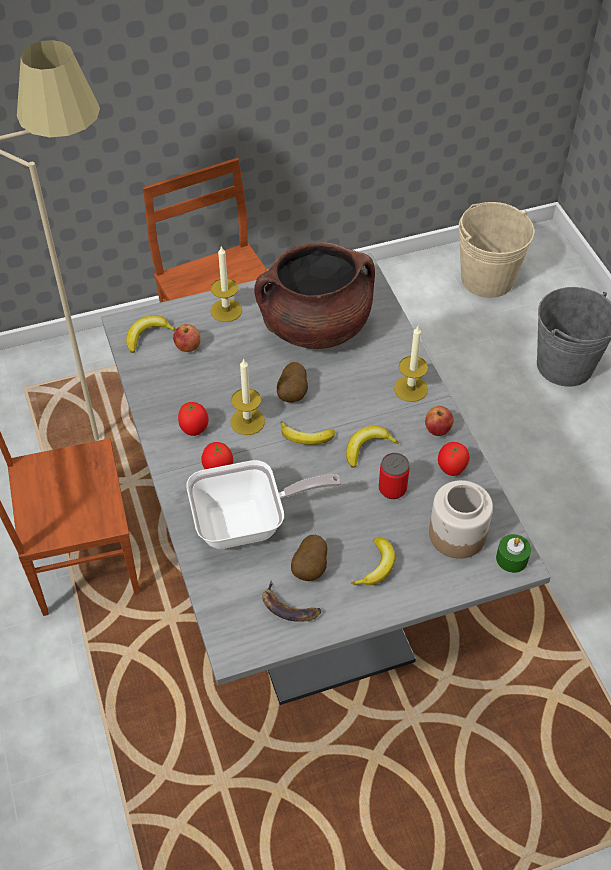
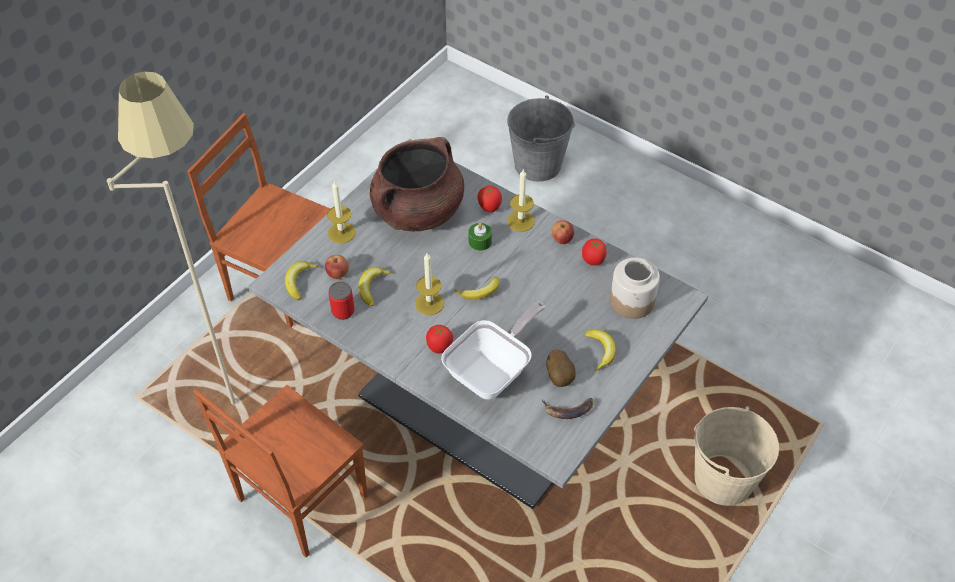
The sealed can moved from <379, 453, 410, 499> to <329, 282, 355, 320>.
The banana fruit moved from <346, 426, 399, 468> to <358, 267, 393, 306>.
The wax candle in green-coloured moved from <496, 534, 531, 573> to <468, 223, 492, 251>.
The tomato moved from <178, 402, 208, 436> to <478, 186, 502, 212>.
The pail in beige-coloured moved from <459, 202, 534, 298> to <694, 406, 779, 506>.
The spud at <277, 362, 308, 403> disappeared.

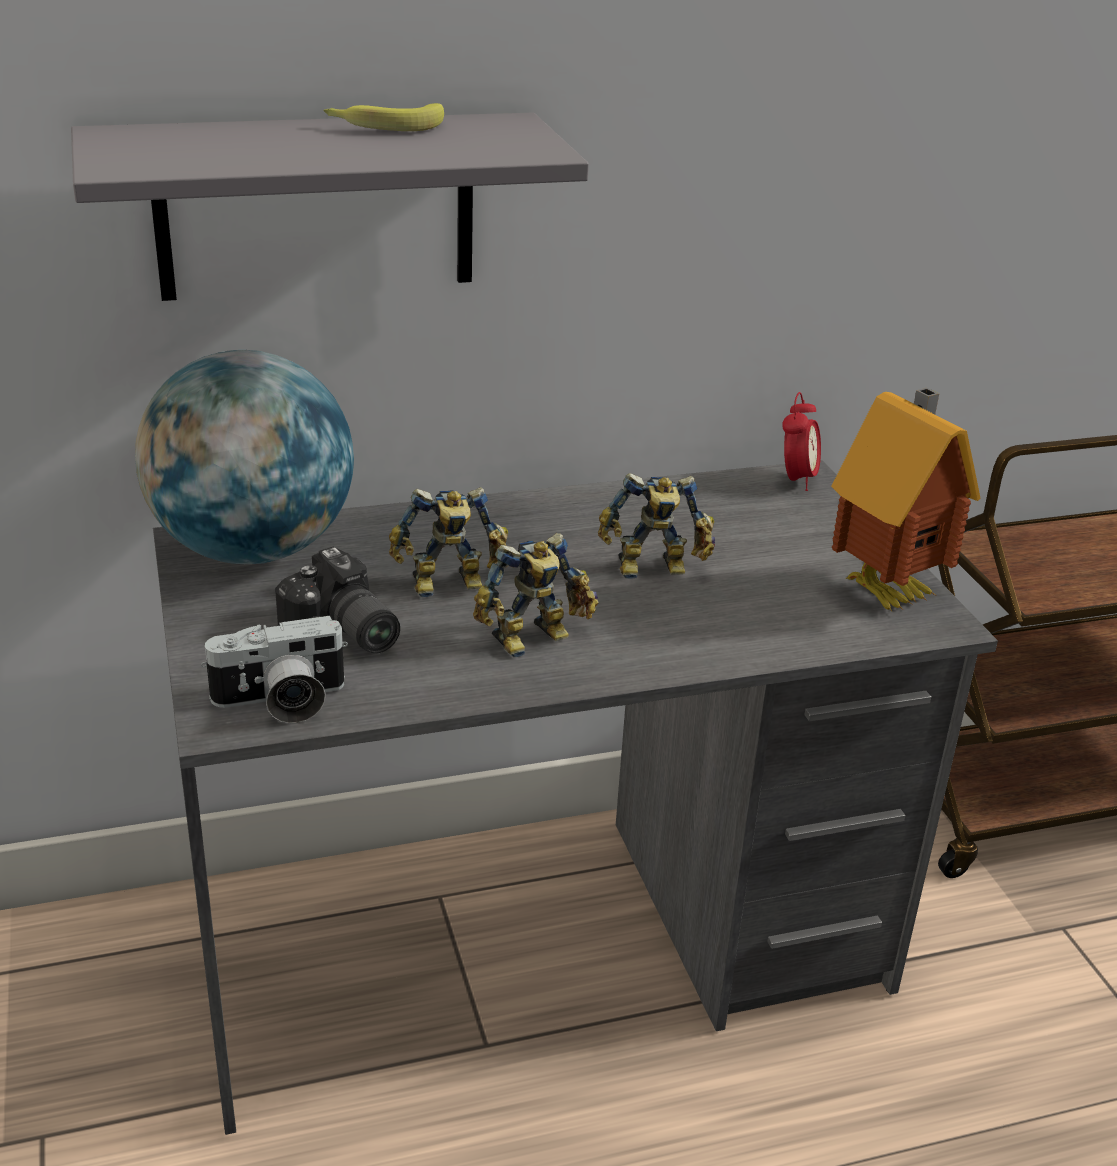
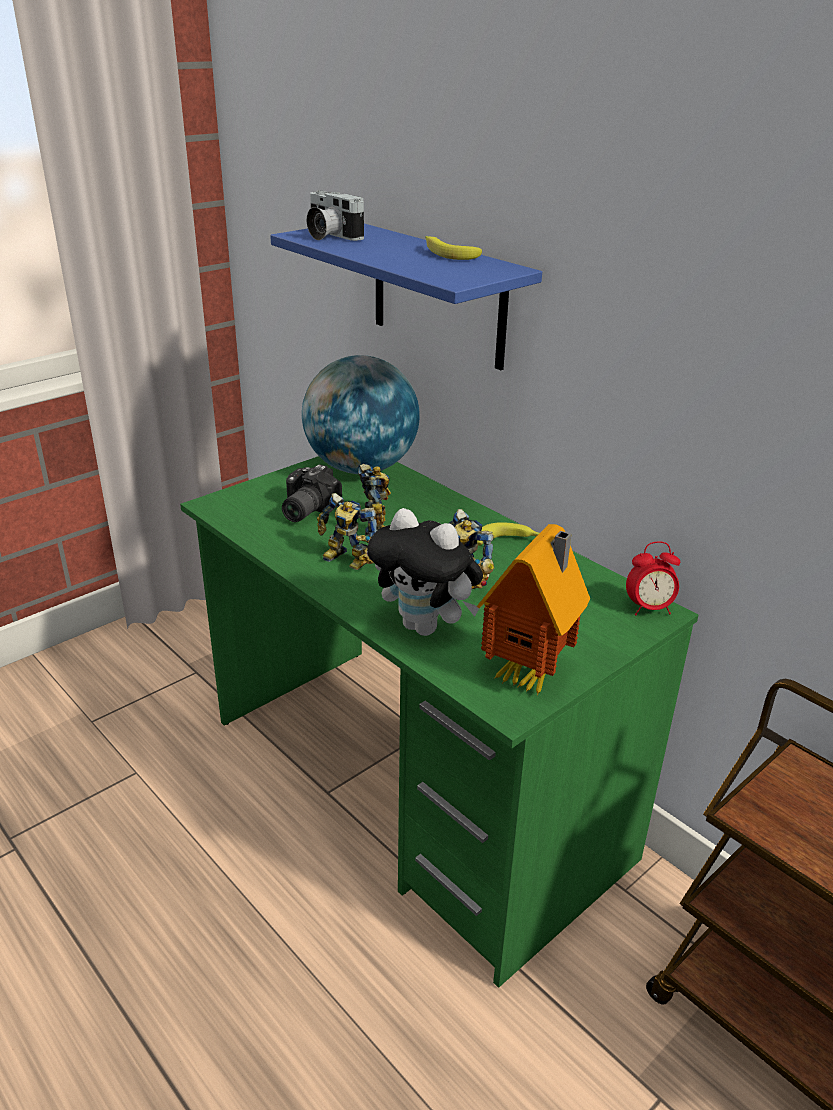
The desk unit in grey at <153, 460, 998, 1135> became the desk unit in green-coloured at <180, 456, 698, 988>.
The shelf in grey at <71, 113, 589, 301> became the shelf in bluish at <270, 224, 542, 370>.
The photo camera moved from <201, 616, 348, 723> to <306, 190, 364, 241>.
The model robot at <389, 487, 508, 597> turned 150 degrees counterclockwise.
The soft toy at <367, 508, 483, 636> appeared.
The banana fruit at <477, 522, 540, 546> appeared.

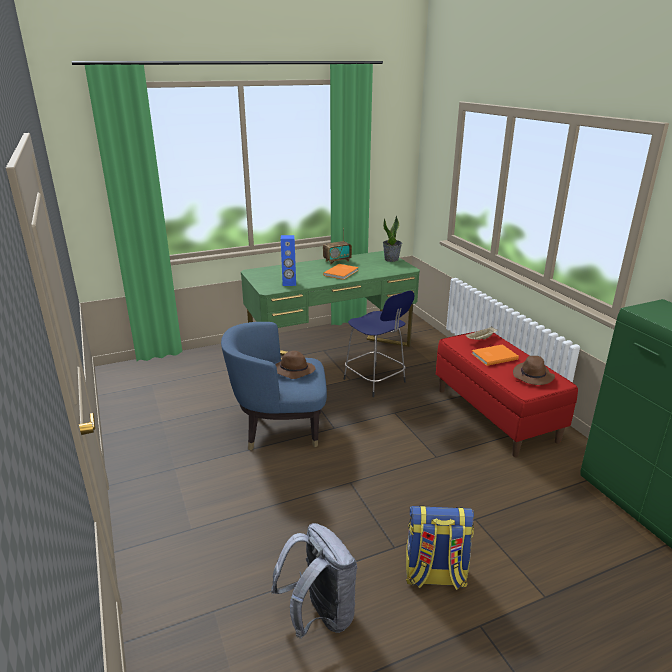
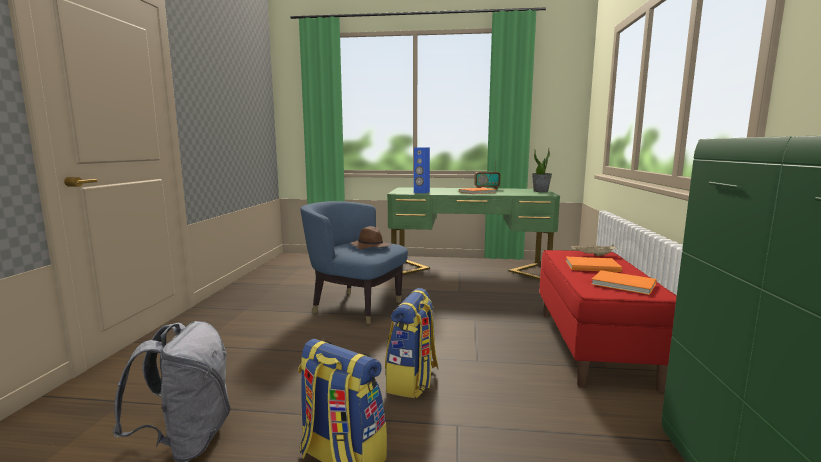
The rucksack at <385, 288, 439, 398> appeared.
The clothing hat in brown at <513, 356, 555, 385> was replaced by the volume in orange-coloured at <591, 270, 657, 295>.
The stool seat in bluish at <344, 291, 415, 397> disappeared.

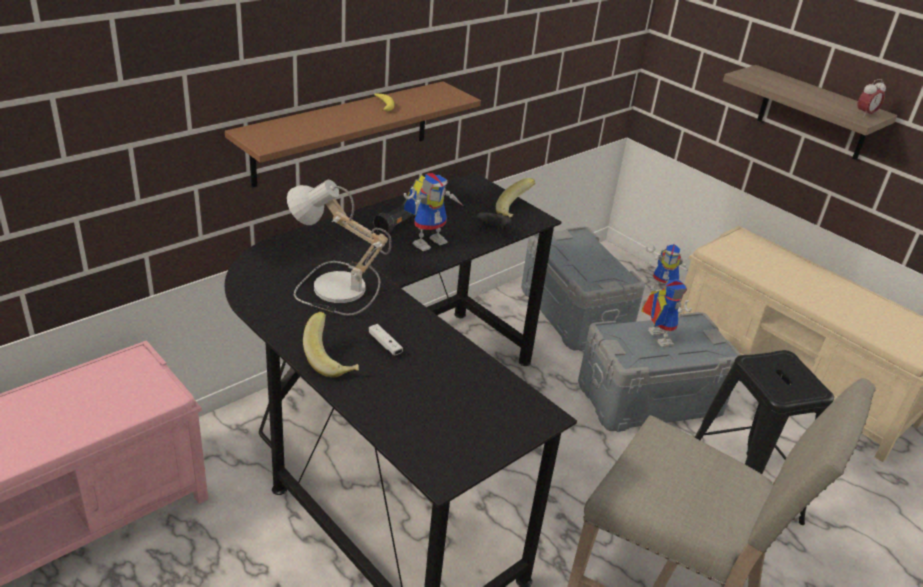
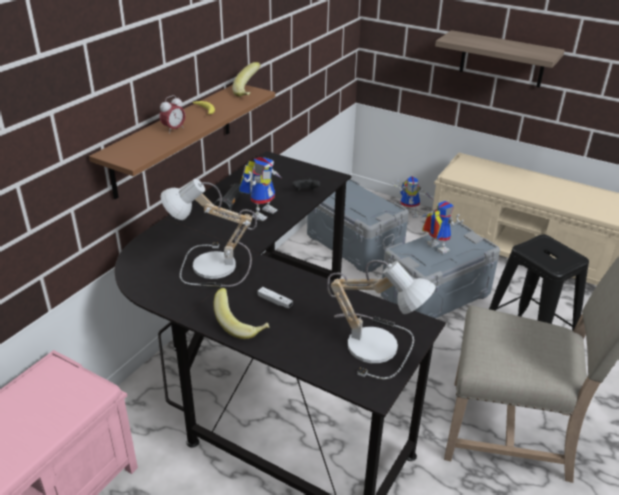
The table clock moved from <857, 79, 886, 117> to <160, 95, 185, 134>.
The banana fruit moved from <496, 178, 535, 218> to <232, 62, 261, 97>.
The tabletop lamp at <327, 260, 436, 380> appeared.

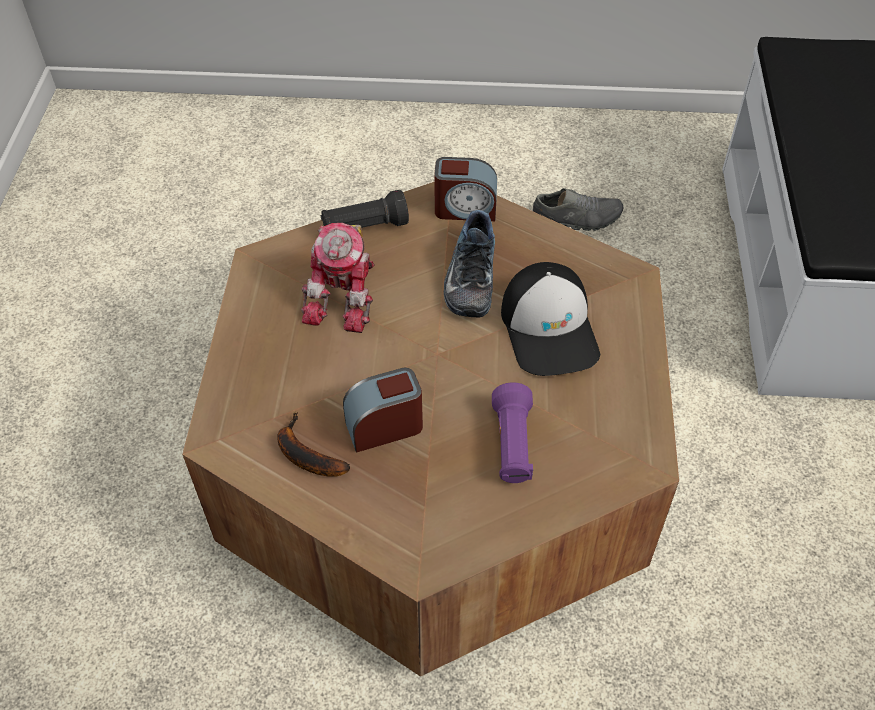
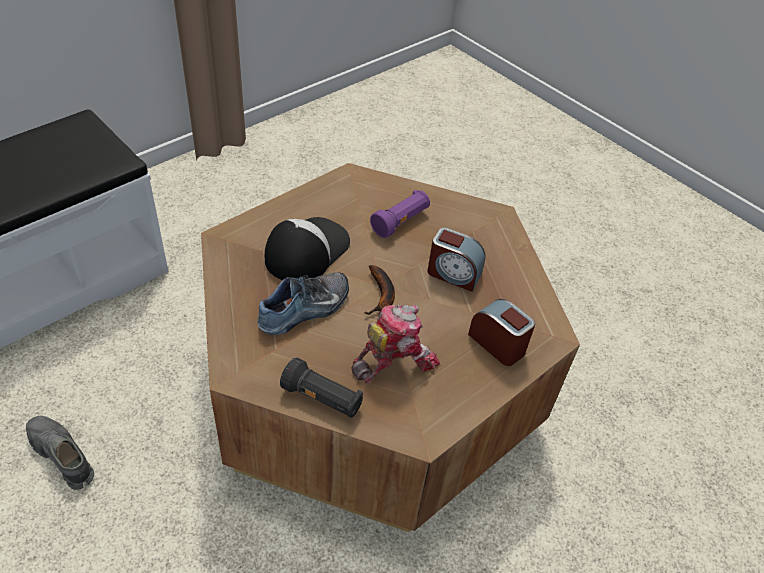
The banana fruit moved from <277, 412, 350, 477> to <364, 265, 395, 315>.
The table clock moved from <434, 157, 497, 221> to <468, 299, 535, 366>.

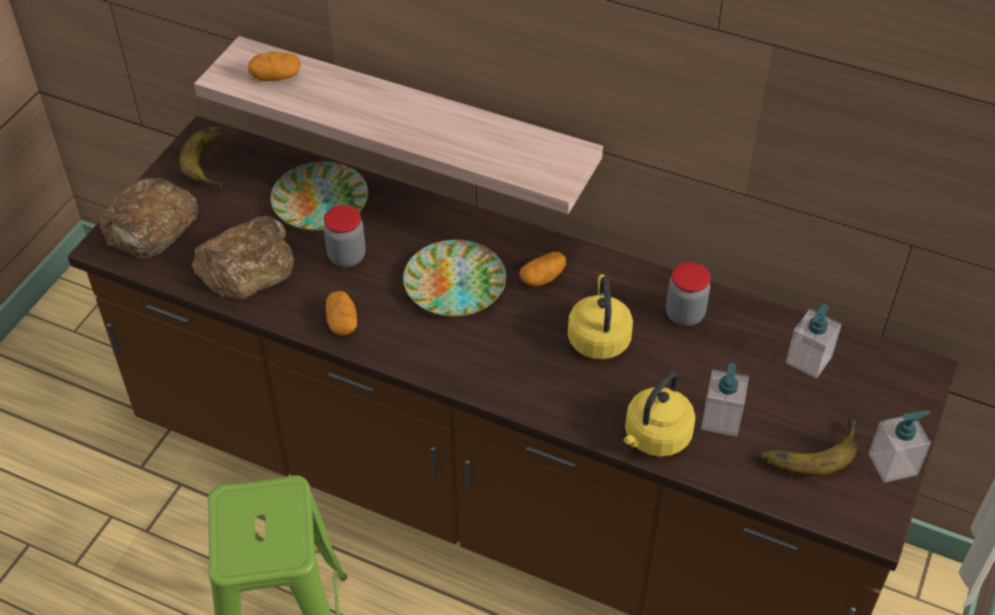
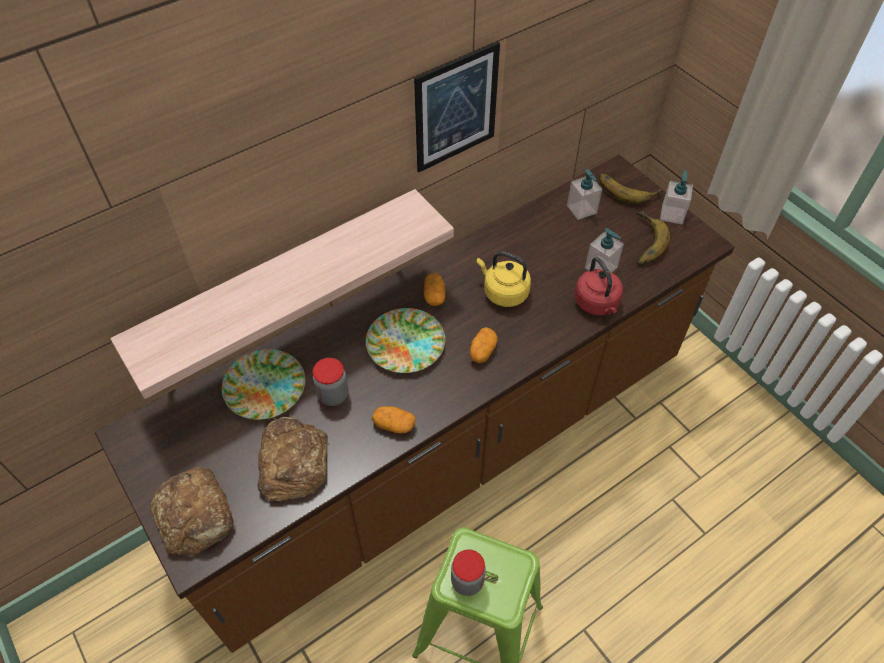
The wall art at <414, 42, 500, 172> appeared.
The storage jar moved from <666, 262, 711, 326> to <451, 550, 486, 596>.
The spud moved from <248, 52, 301, 81> to <470, 327, 498, 363>.
The kettle in yellow at <623, 371, 696, 457> became the kettle in red at <575, 257, 623, 315>.
The banana fruit moved from <179, 127, 224, 190> to <599, 174, 663, 204>.

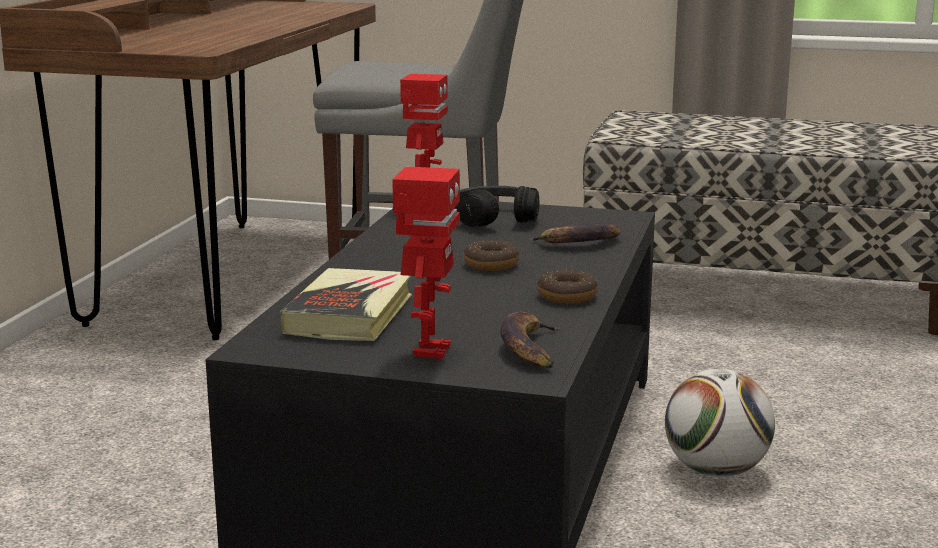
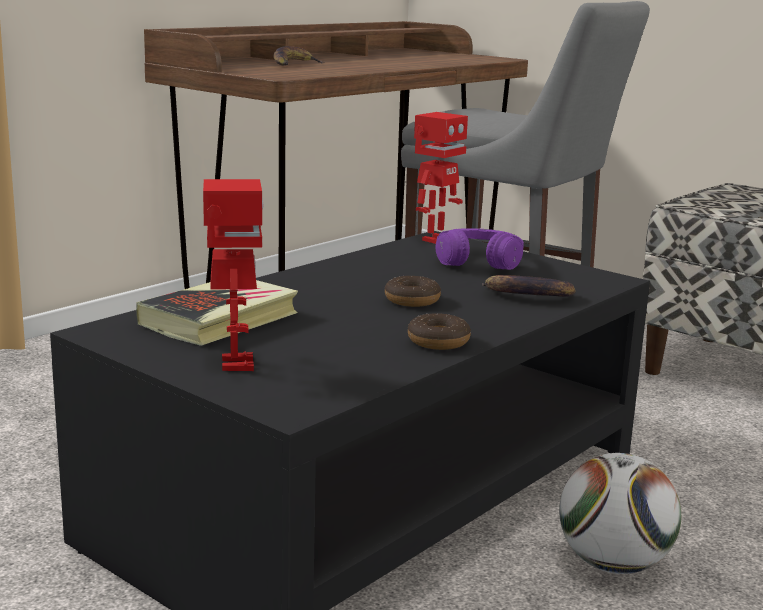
The model robot at <392, 166, 460, 359> turned 45 degrees counterclockwise.
The banana fruit moved from <500, 312, 561, 369> to <274, 46, 325, 66>.
The pair of headphones in black at <455, 186, 540, 227> became the pair of headphones in purplish at <436, 228, 524, 270>.

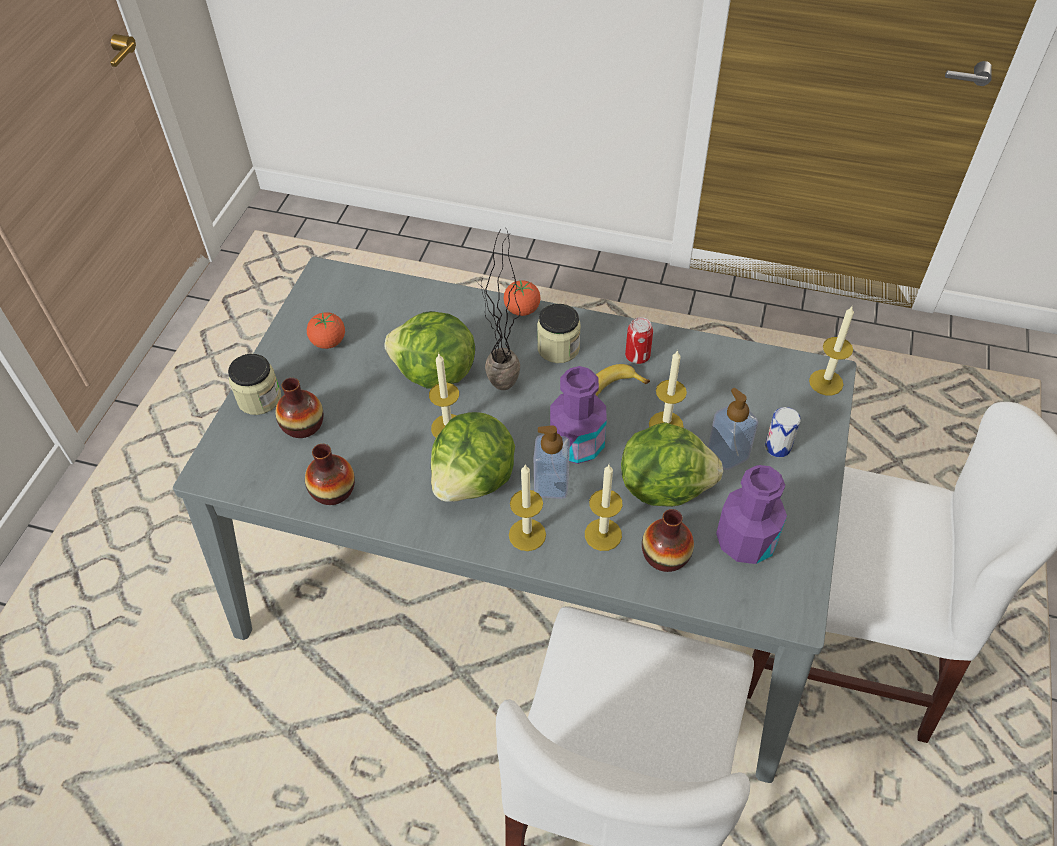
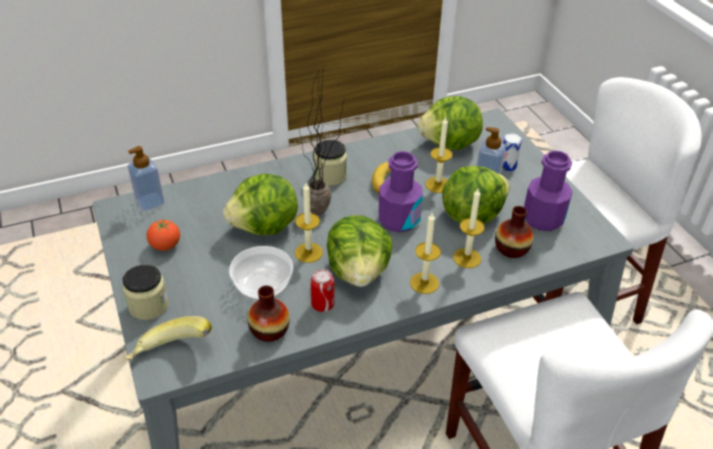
The banana fruit at <125, 316, 212, 360> appeared.
The soap bottle moved from <534, 425, 570, 499> to <128, 146, 165, 211>.
The deep dish at <229, 246, 293, 300> appeared.
The sealed can moved from <625, 317, 653, 364> to <311, 269, 334, 312>.
The head of lettuce at <417, 96, 483, 150> appeared.
The flower vase at <275, 378, 324, 438> disappeared.
The tomato at <503, 280, 541, 316> disappeared.
The wax candle at <809, 307, 854, 395> disappeared.

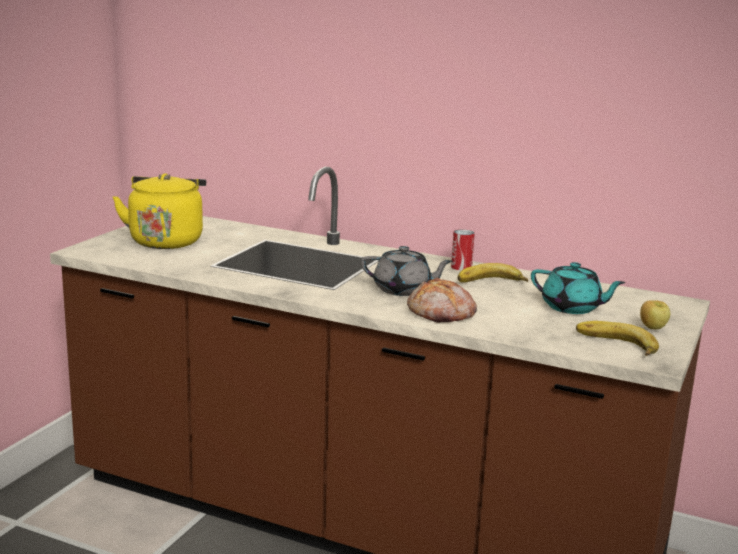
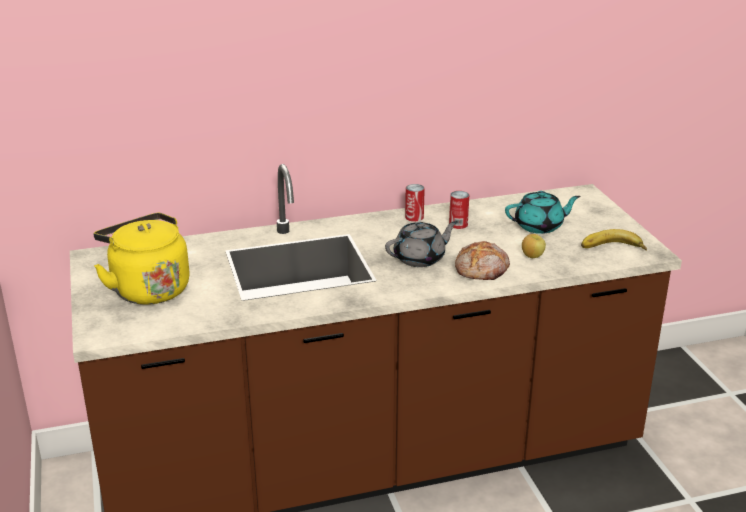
The banana fruit at <458, 263, 528, 283> was replaced by the sealed can at <449, 191, 469, 229>.
The apple fruit moved from <640, 300, 670, 329> to <522, 234, 546, 258>.

